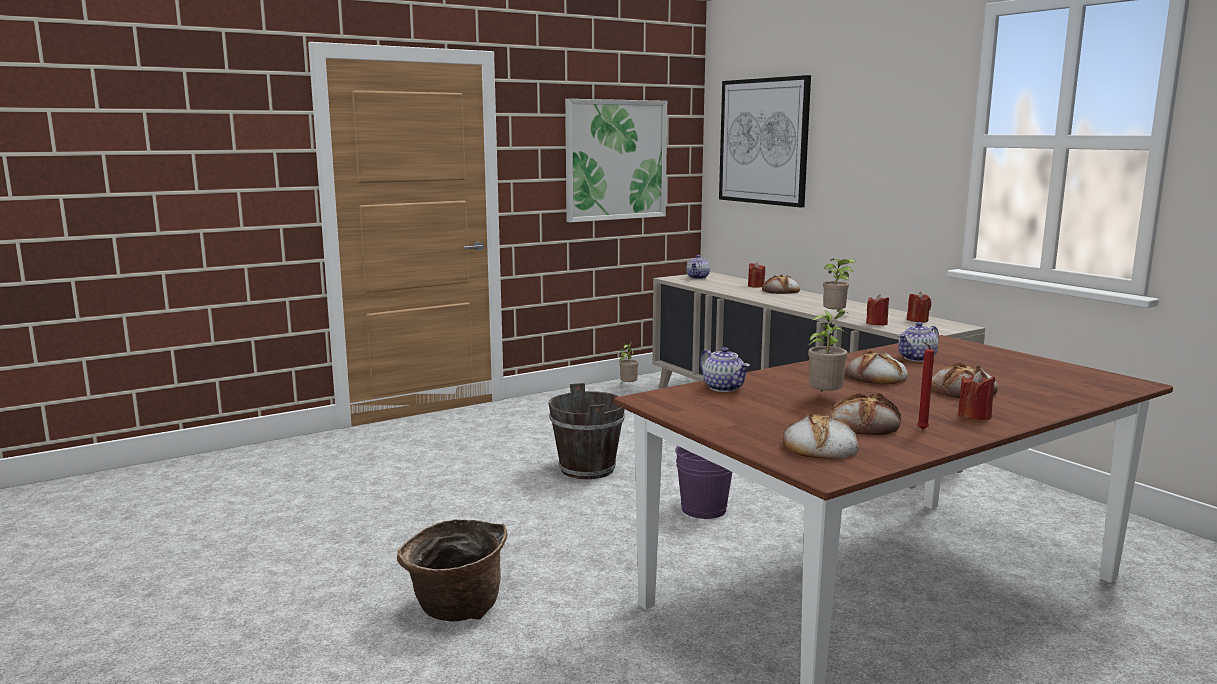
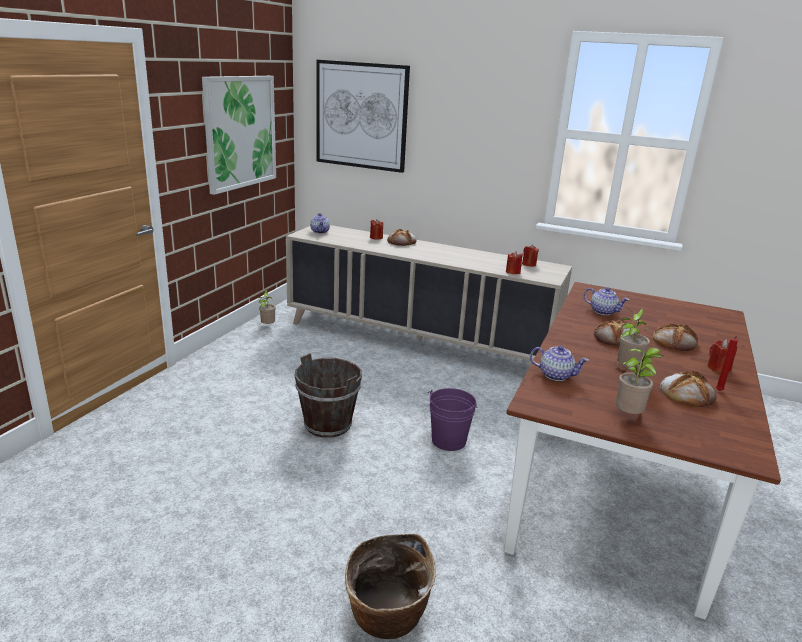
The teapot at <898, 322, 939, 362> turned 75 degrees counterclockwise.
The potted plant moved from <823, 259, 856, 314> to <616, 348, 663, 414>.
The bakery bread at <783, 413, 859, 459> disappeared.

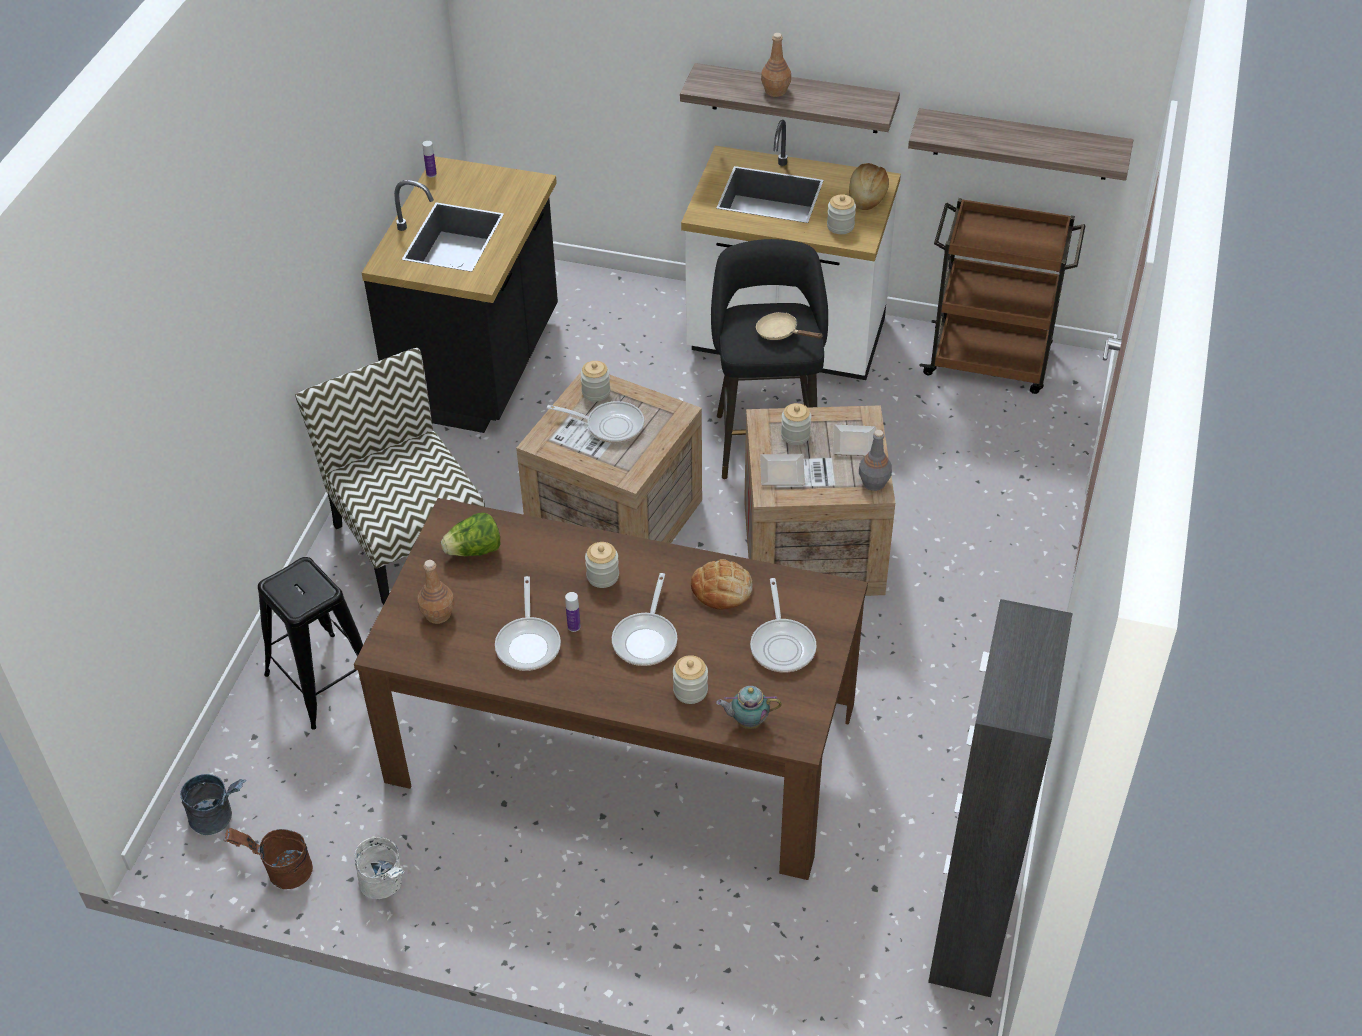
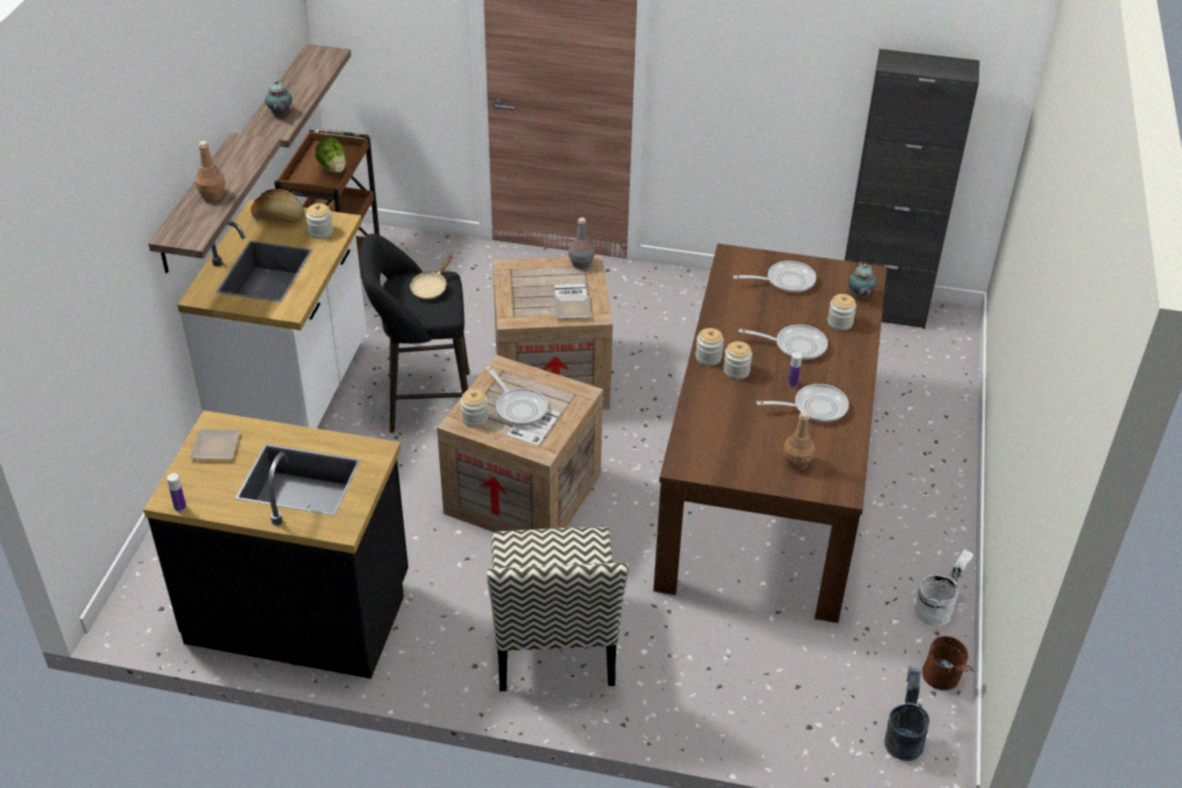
The plate moved from <833, 425, 876, 456> to <190, 429, 241, 460>.
The teapot at <265, 80, 292, 116> appeared.
The head of lettuce moved from <441, 513, 500, 556> to <315, 138, 346, 173>.
The skillet at <547, 401, 644, 443> turned 135 degrees clockwise.
The plain chair at <295, 348, 485, 605> turned 60 degrees counterclockwise.
The storage jar moved from <781, 403, 812, 445> to <695, 328, 724, 366>.
The stool seat in black at <258, 557, 363, 730> disappeared.
The bakery bread at <691, 559, 753, 609> disappeared.

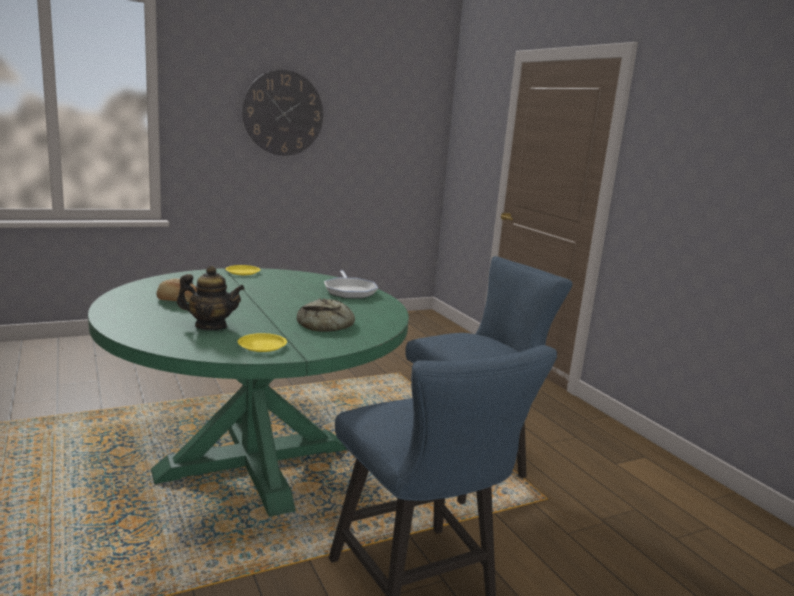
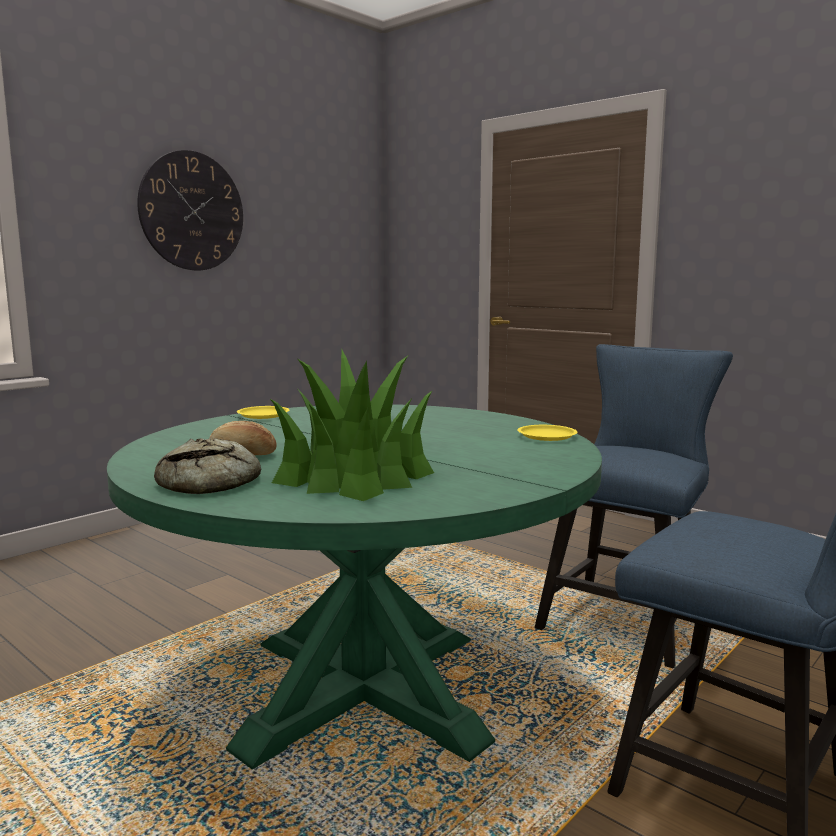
The bakery bread moved from <297, 298, 355, 332> to <154, 438, 261, 494>.
The teapot at <177, 266, 245, 330> was replaced by the potted plant at <269, 350, 434, 501>.
The plate in yellow moved from <238, 333, 287, 352> to <517, 425, 578, 441>.
The skillet at <324, 270, 378, 298> disappeared.

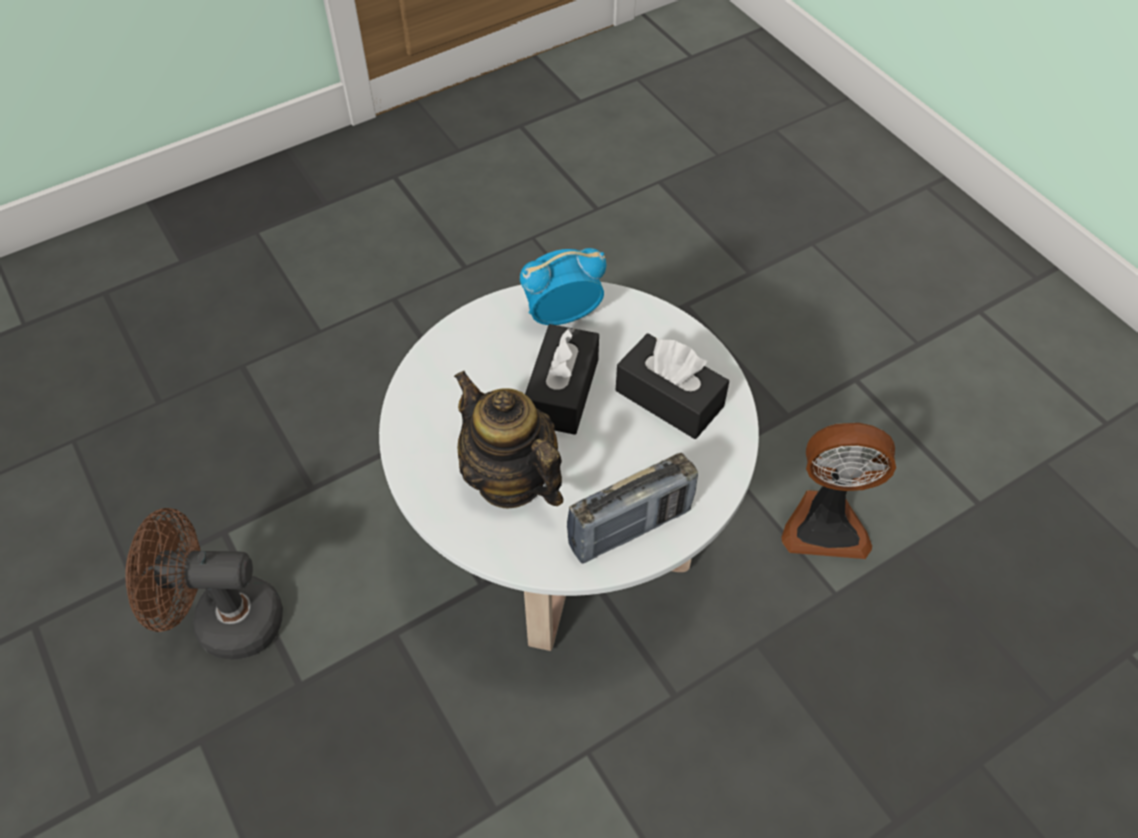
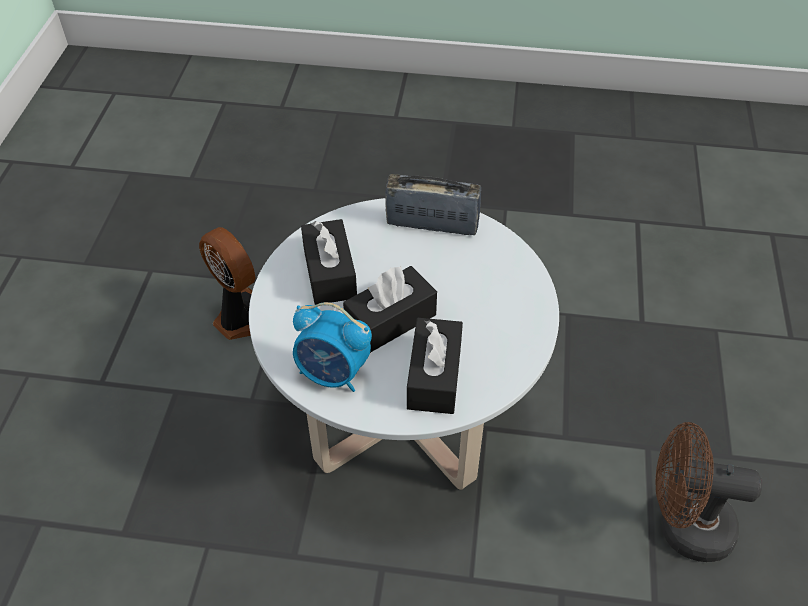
The tissue holder in black at <407, 318, 463, 414> appeared.
The cooling fan in brown at <125, 508, 283, 660> turned 150 degrees clockwise.
The teapot at <454, 371, 563, 508> disappeared.

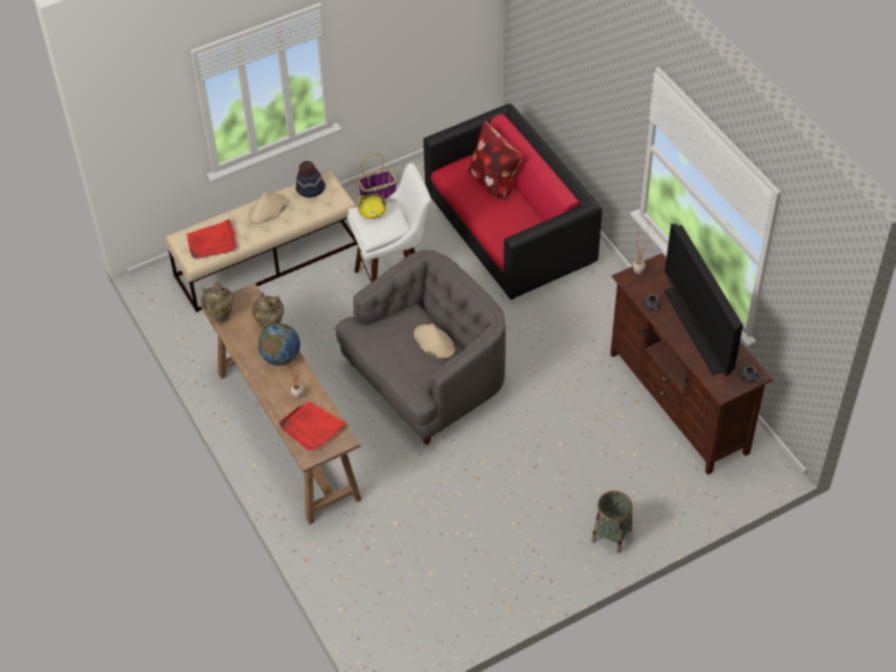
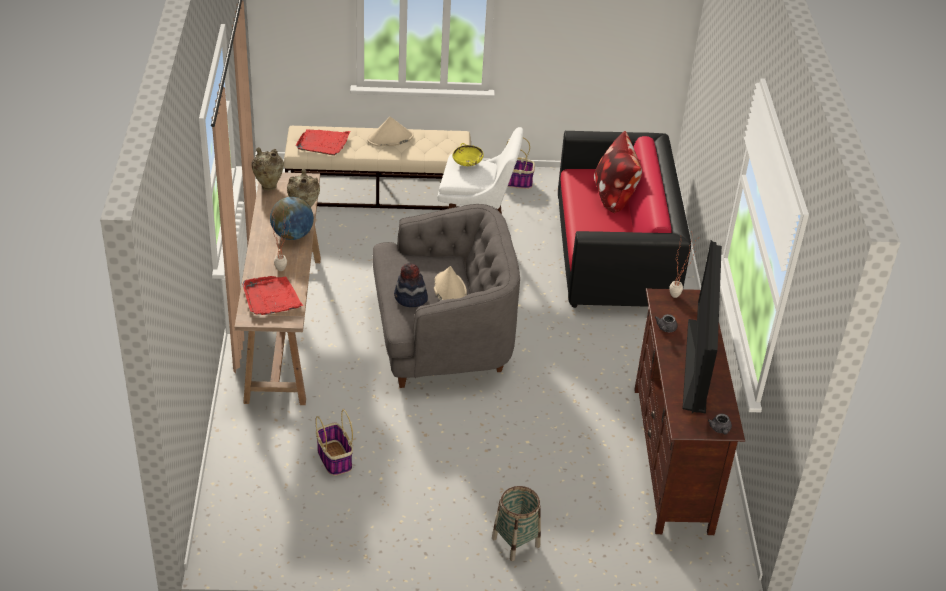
The household basket at <316, 410, 353, 476> appeared.
The clothing hat moved from <296, 161, 325, 198> to <394, 263, 428, 307>.

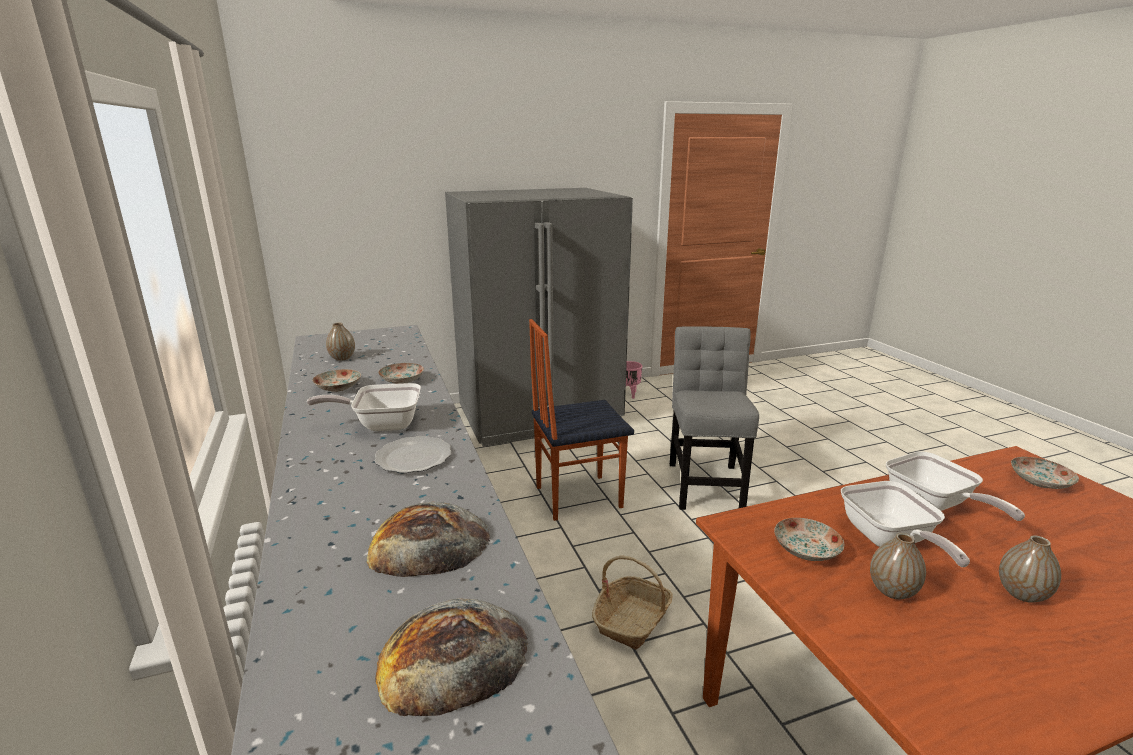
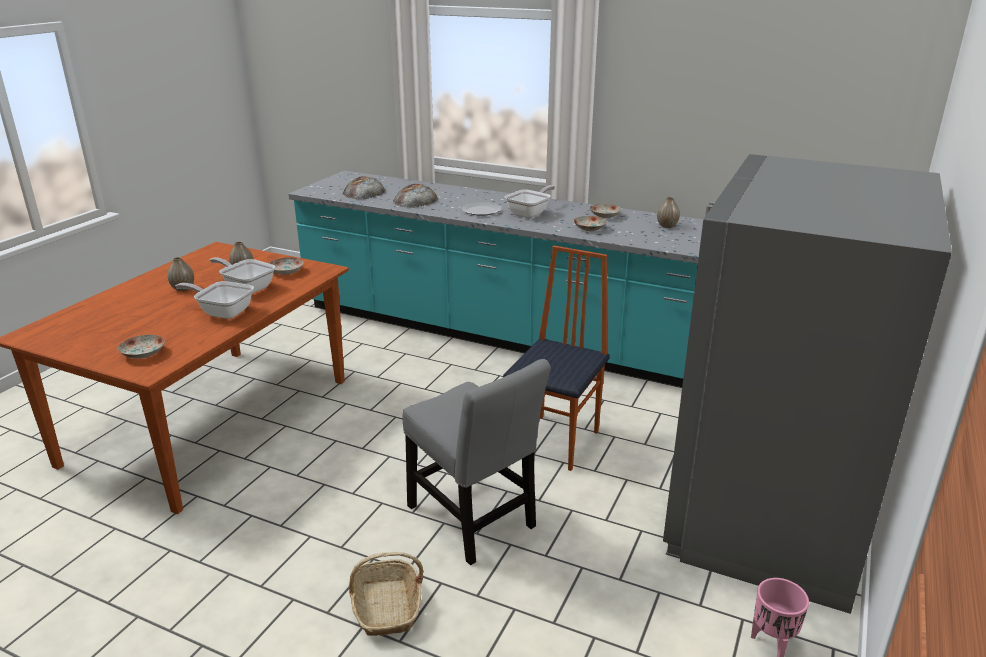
The household basket moved from <592, 555, 673, 650> to <349, 552, 424, 636>.

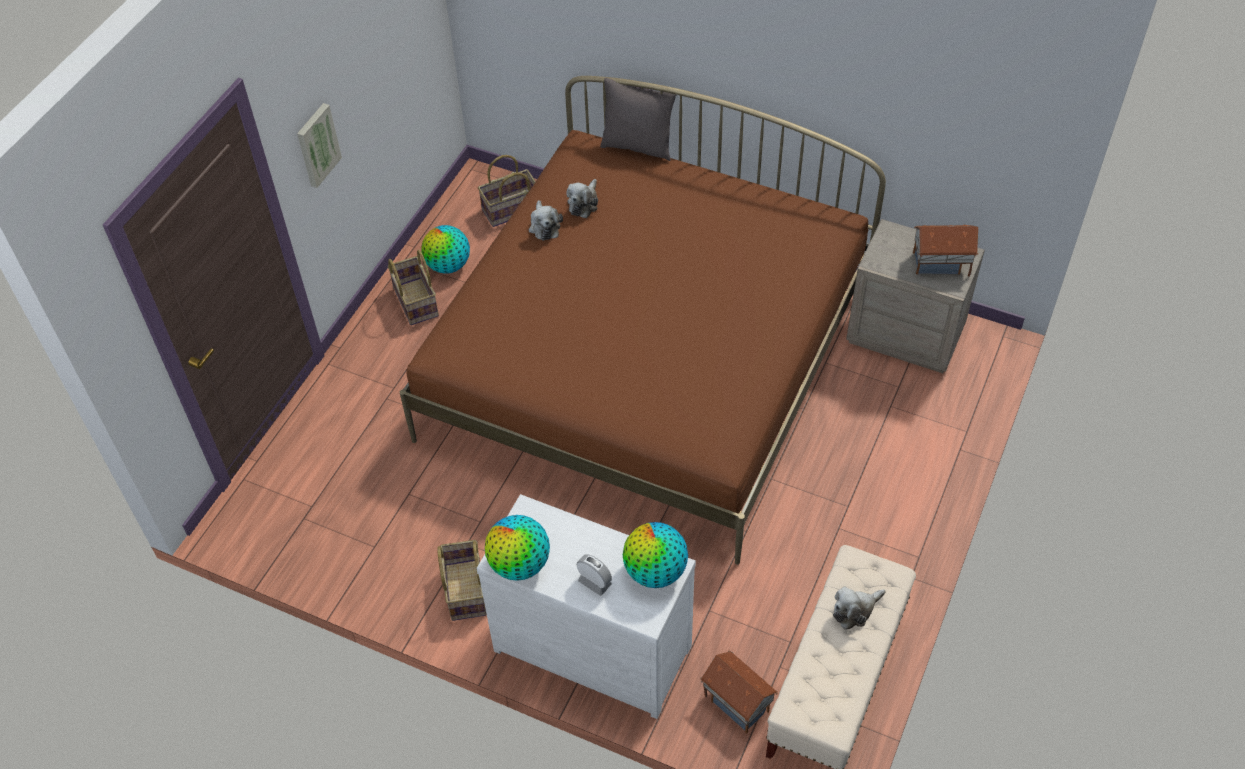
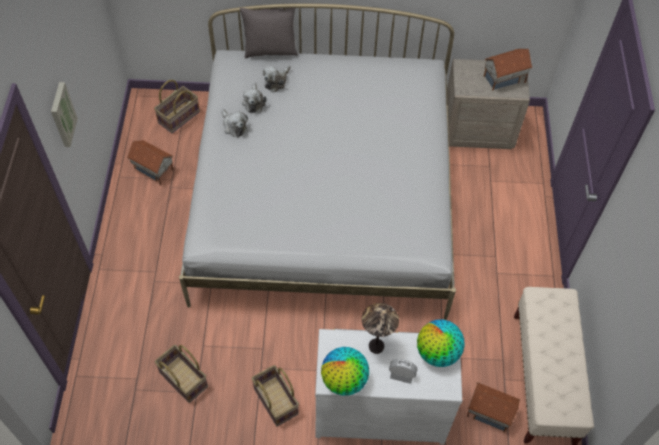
The desk globe at <422, 225, 470, 274> was replaced by the toy house at <127, 140, 173, 186>.
The household basket moved from <388, 250, 439, 325> to <155, 345, 208, 403>.
The bedroom bed in brown at <400, 76, 886, 565> became the bedroom bed in whitish at <179, 3, 456, 320>.
The soft toy moved from <833, 587, 886, 630> to <263, 65, 291, 92>.
The tabletop lamp at <362, 303, 399, 354> appeared.

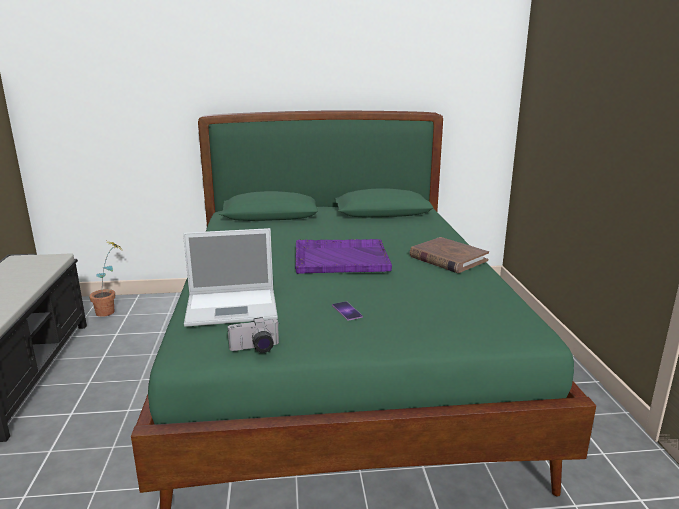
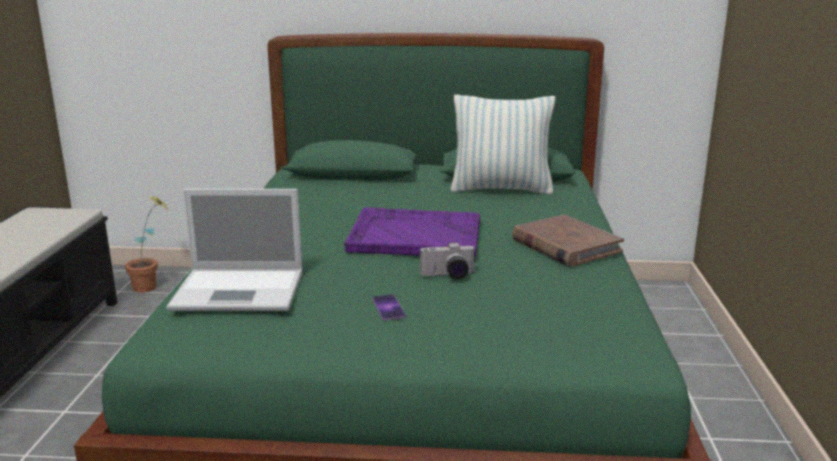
The photo camera moved from <227, 317, 279, 353> to <420, 242, 476, 279>.
The cushion at <450, 95, 555, 195> appeared.

